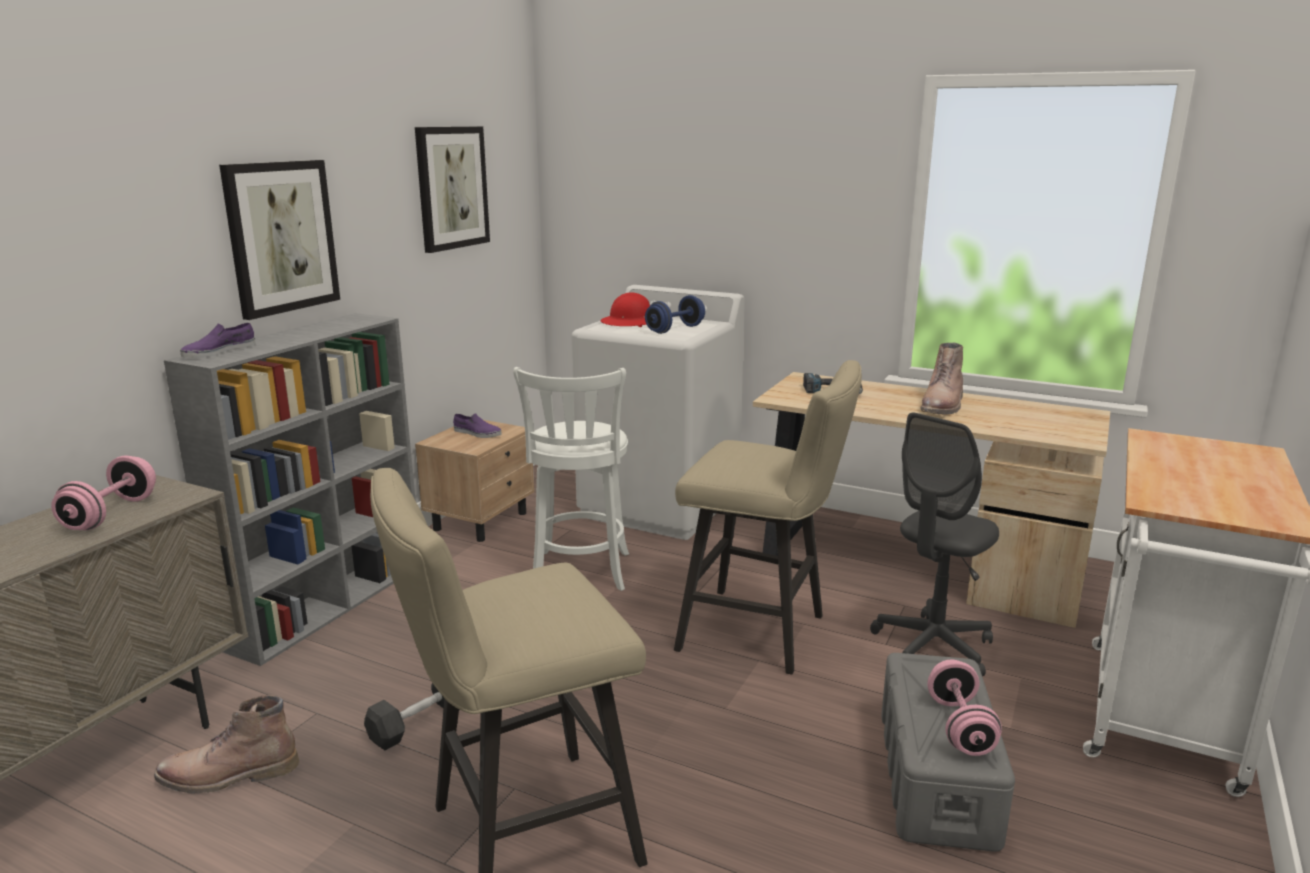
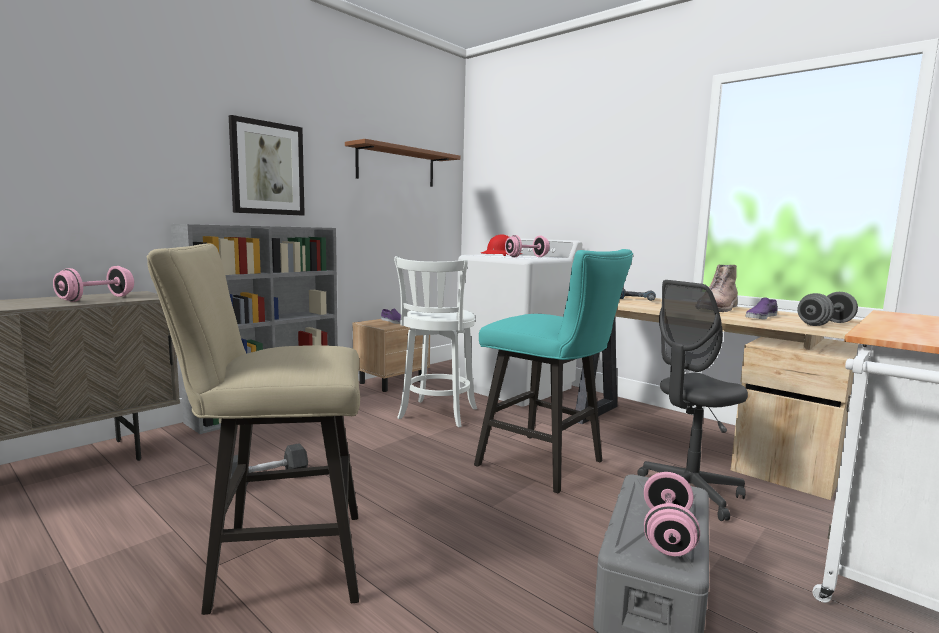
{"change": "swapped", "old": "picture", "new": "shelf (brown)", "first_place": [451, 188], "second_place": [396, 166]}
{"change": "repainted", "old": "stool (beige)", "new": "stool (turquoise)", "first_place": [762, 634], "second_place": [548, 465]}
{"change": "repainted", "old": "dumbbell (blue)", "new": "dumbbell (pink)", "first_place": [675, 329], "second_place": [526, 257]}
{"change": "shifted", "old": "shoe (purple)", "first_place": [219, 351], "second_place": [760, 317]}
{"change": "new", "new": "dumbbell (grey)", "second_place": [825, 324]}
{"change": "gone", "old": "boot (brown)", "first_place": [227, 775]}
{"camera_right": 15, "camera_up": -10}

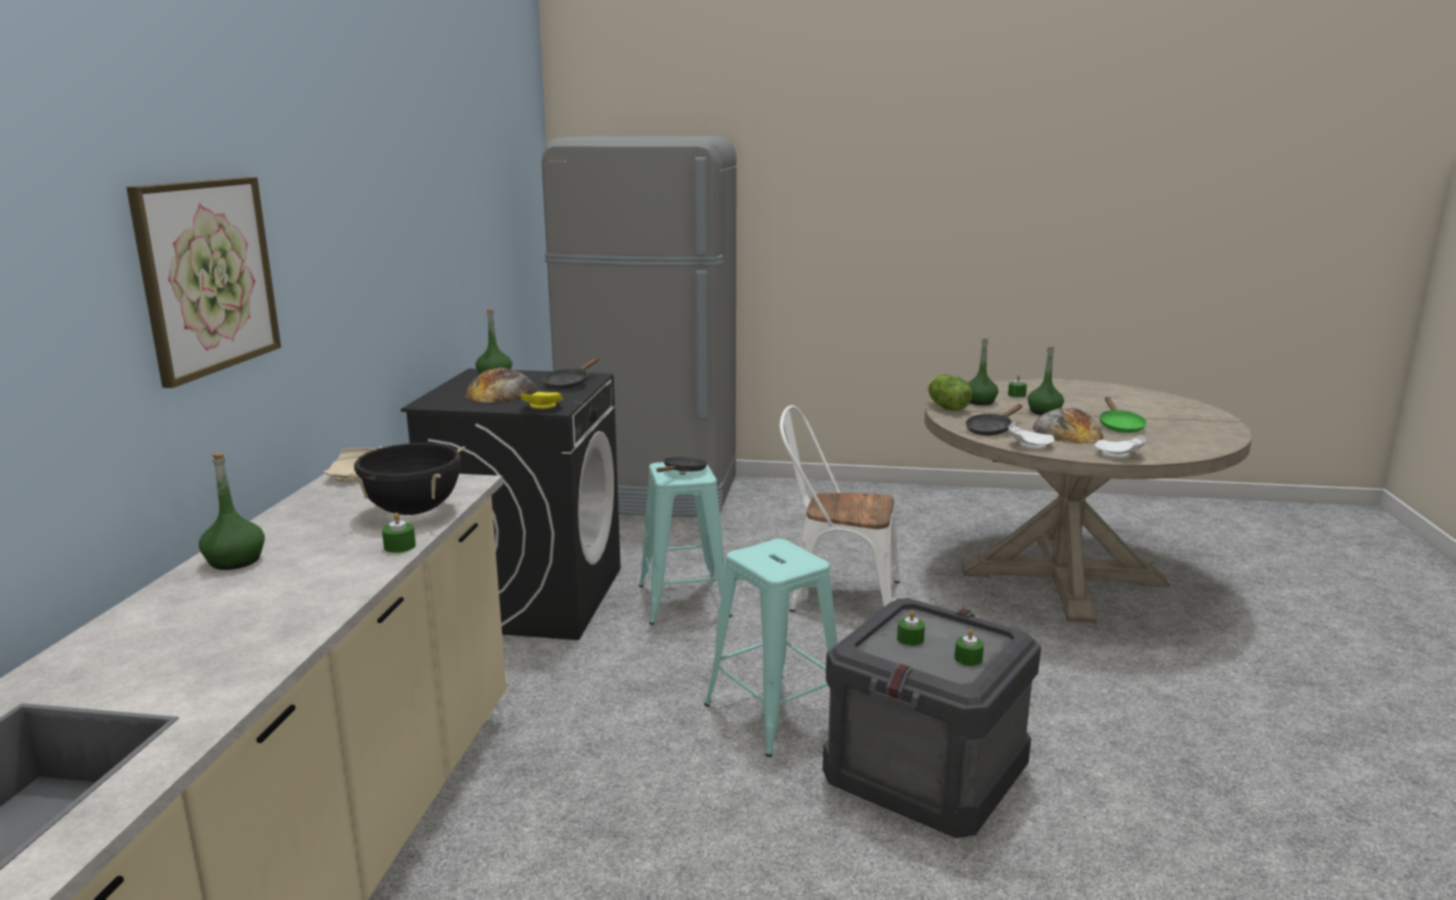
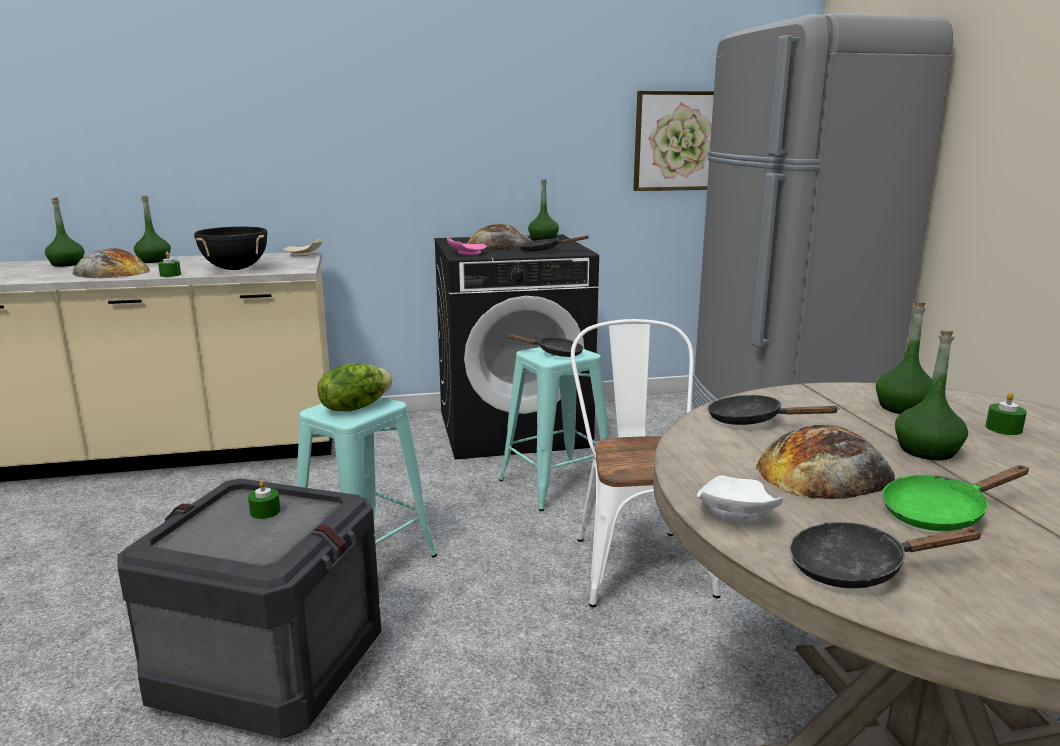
{"change": "new", "new": "bottle (green)", "second_place": [66, 264]}
{"change": "new", "new": "bread", "second_place": [111, 271]}
{"change": "shifted", "old": "lettuce", "first_place": [946, 408], "second_place": [355, 407]}
{"change": "repainted", "old": "plate (yellow)", "new": "plate (pink)", "first_place": [542, 407], "second_place": [466, 253]}
{"change": "shifted", "old": "picture", "first_place": [207, 276], "second_place": [679, 141]}
{"change": "new", "new": "frying pan (black)", "second_place": [857, 569]}
{"change": "gone", "old": "candle (green)", "first_place": [968, 658]}
{"change": "gone", "old": "plate (white)", "first_place": [1029, 445]}
{"camera_right": 70, "camera_up": 0}

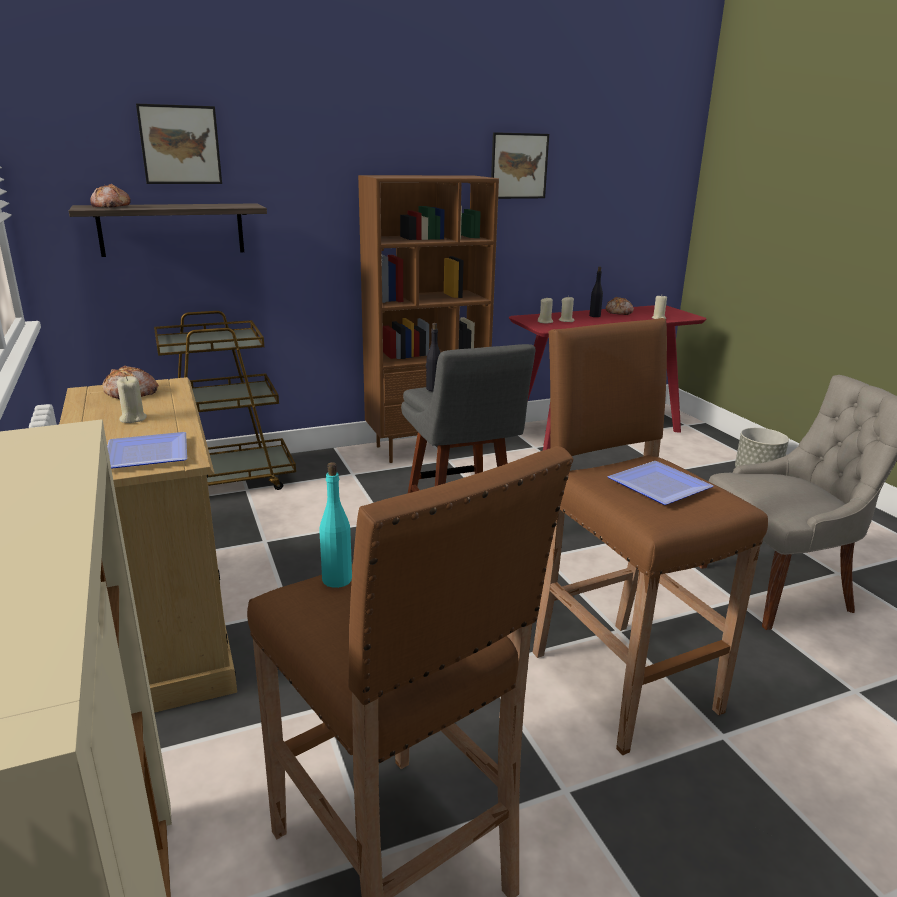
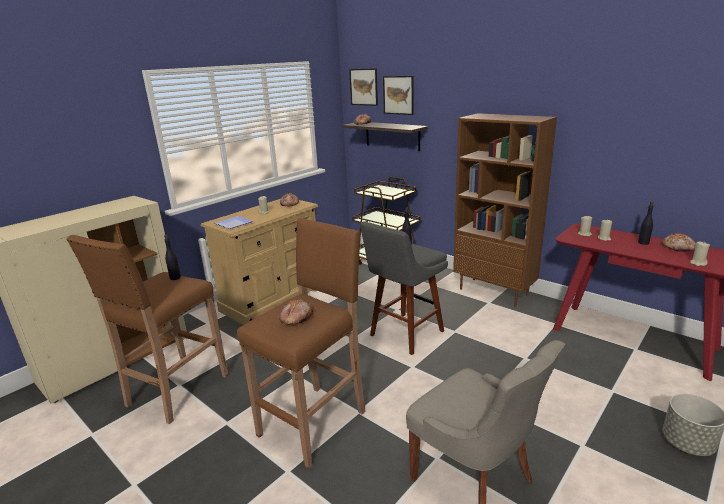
{"change": "repainted", "old": "bottle (turquoise)", "new": "bottle (black)", "first_place": [337, 579], "second_place": [175, 278]}
{"change": "swapped", "old": "plate", "new": "bread", "first_place": [659, 488], "second_place": [296, 317]}
{"change": "shifted", "old": "picture", "first_place": [519, 166], "second_place": [364, 87]}
{"camera_right": 65, "camera_up": 0}

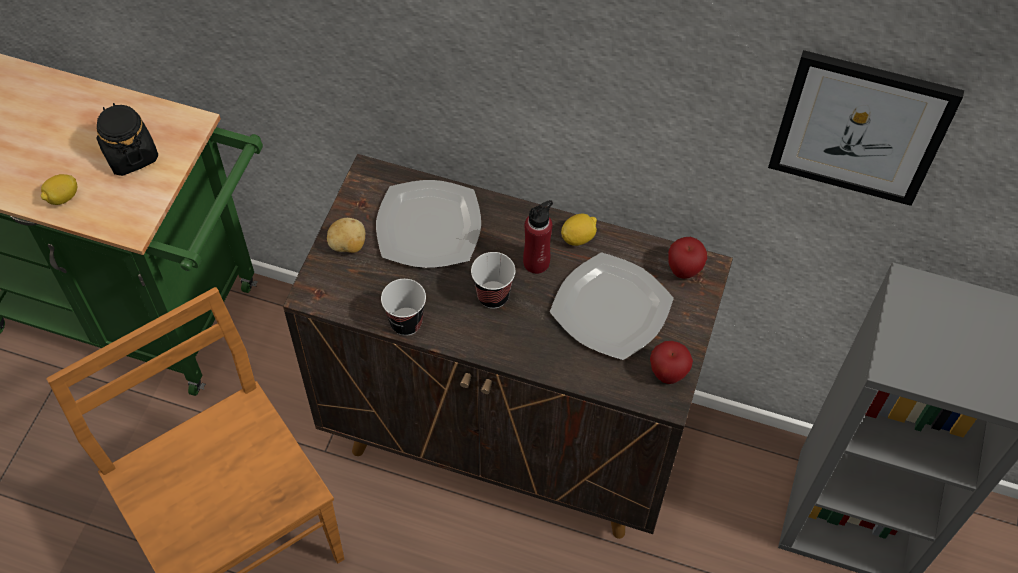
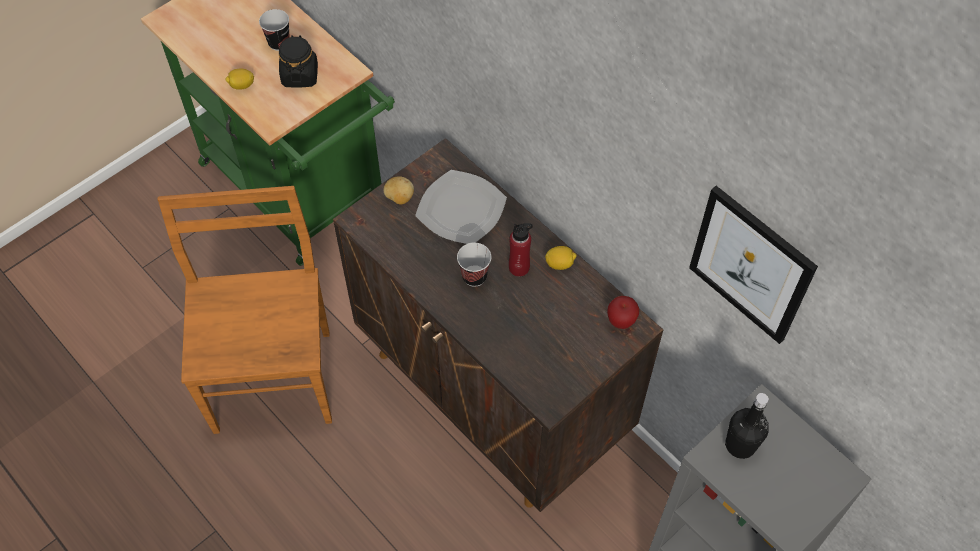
{"change": "shifted", "old": "cup", "first_place": [406, 322], "second_place": [279, 43]}
{"change": "new", "new": "bottle (black)", "second_place": [740, 445]}
{"change": "gone", "old": "plate", "first_place": [610, 307]}
{"change": "gone", "old": "apple", "first_place": [667, 373]}
{"camera_right": 30, "camera_up": 0}

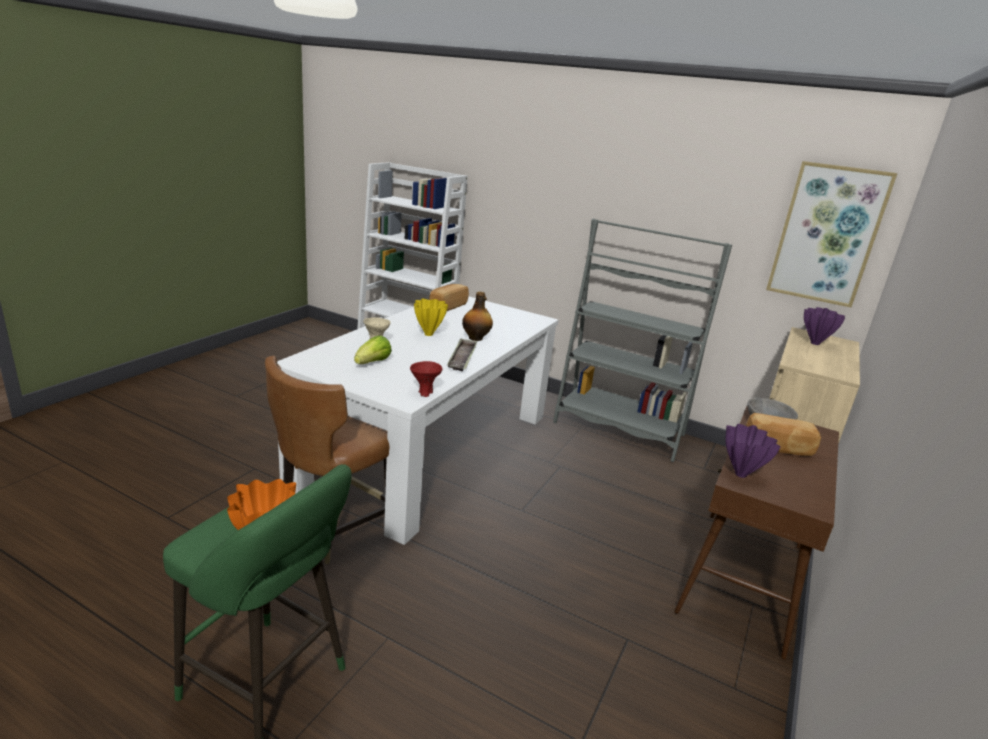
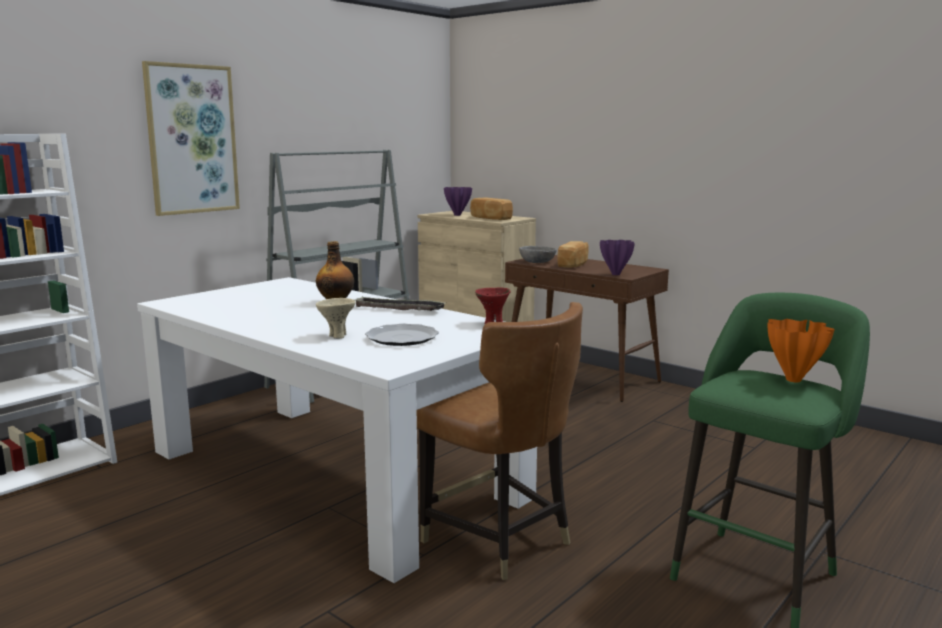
{"change": "shifted", "old": "picture", "first_place": [827, 234], "second_place": [192, 139]}
{"change": "swapped", "old": "lettuce", "new": "plate", "first_place": [373, 363], "second_place": [402, 338]}
{"change": "shifted", "old": "bread", "first_place": [447, 306], "second_place": [490, 218]}
{"change": "gone", "old": "vase (yellow)", "first_place": [429, 334]}
{"camera_right": -75, "camera_up": -10}

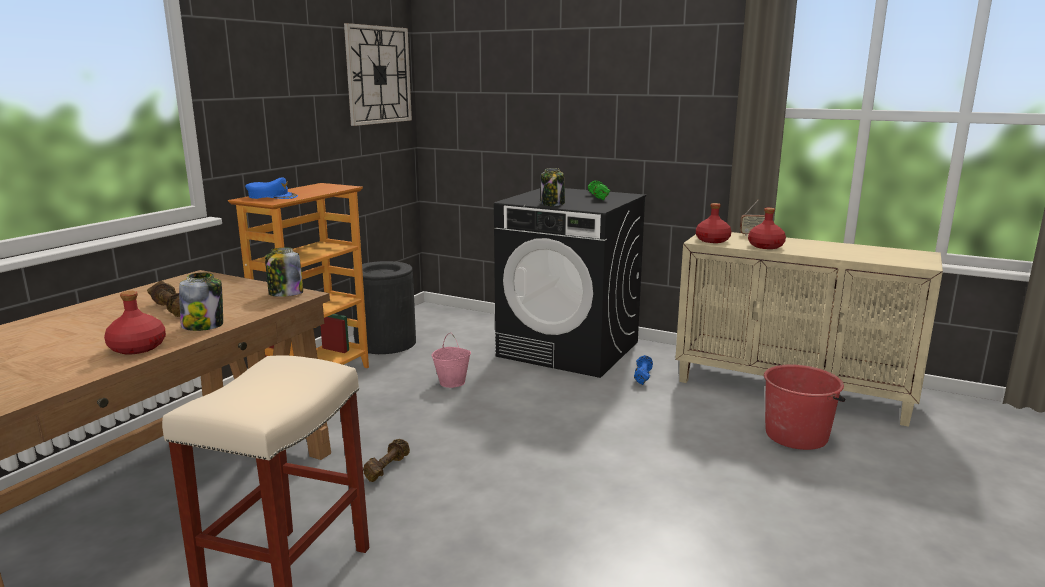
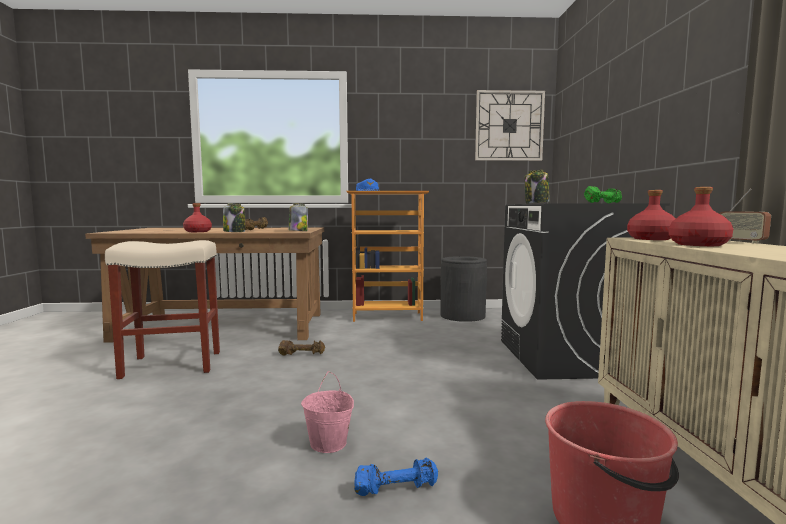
{"change": "shifted", "old": "bucket (pink)", "first_place": [452, 382], "second_place": [329, 444]}
{"change": "shifted", "old": "dumbbell (blue)", "first_place": [642, 376], "second_place": [396, 488]}
{"camera_right": 60, "camera_up": -10}

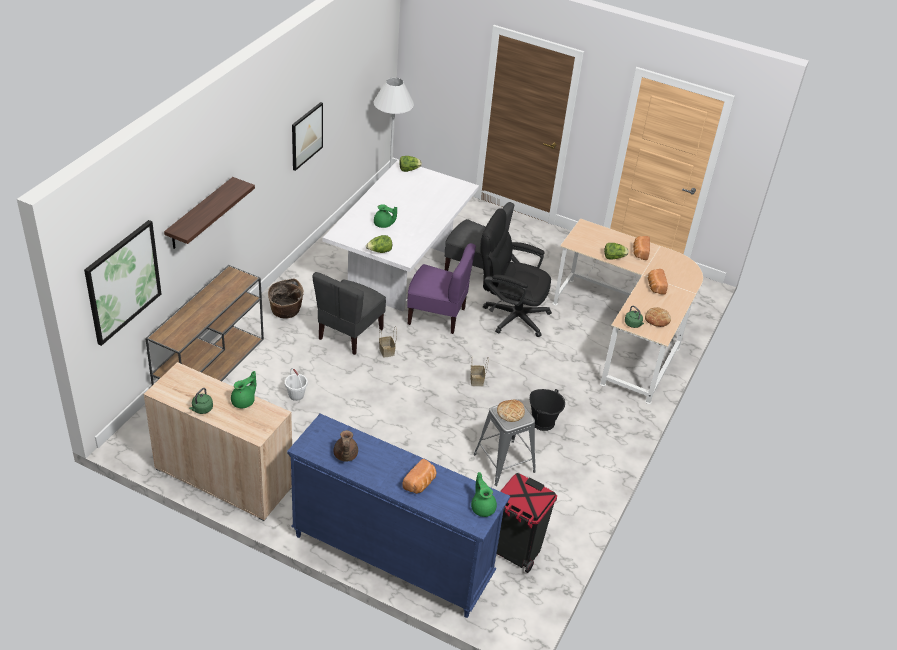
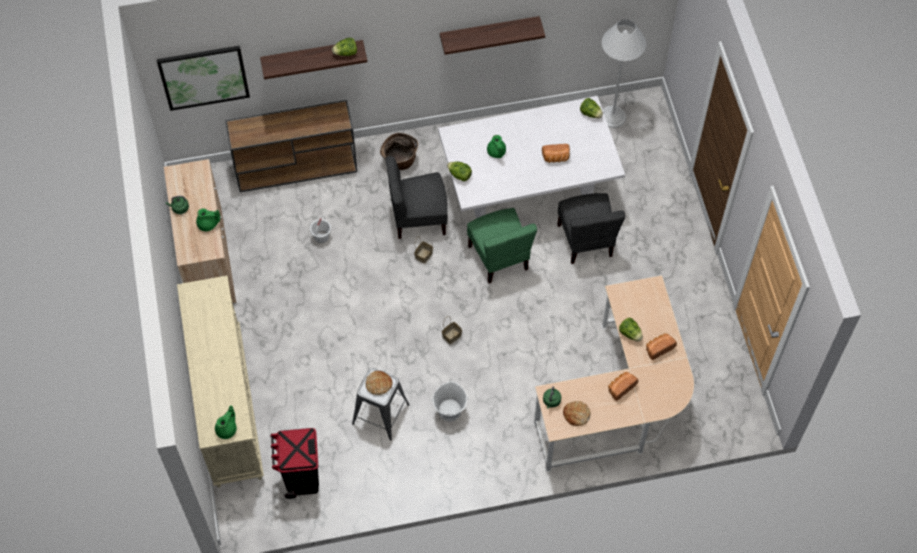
{"change": "repainted", "old": "dresser (blue)", "new": "dresser (beige)", "first_place": [391, 557], "second_place": [228, 406]}
{"change": "new", "new": "lettuce", "second_place": [345, 53]}
{"change": "repainted", "old": "bucket (black)", "new": "bucket (white)", "first_place": [543, 422], "second_place": [450, 411]}
{"change": "swapped", "old": "picture", "new": "shelf", "first_place": [306, 135], "second_place": [489, 32]}
{"change": "repainted", "old": "chair (purple)", "new": "chair (green)", "first_place": [437, 316], "second_place": [499, 258]}
{"change": "shifted", "old": "bread", "first_place": [420, 484], "second_place": [555, 158]}
{"change": "gone", "old": "teapot (brown)", "first_place": [345, 456]}
{"change": "gone", "old": "office chair (black)", "first_place": [509, 314]}
{"camera_right": 55, "camera_up": 20}

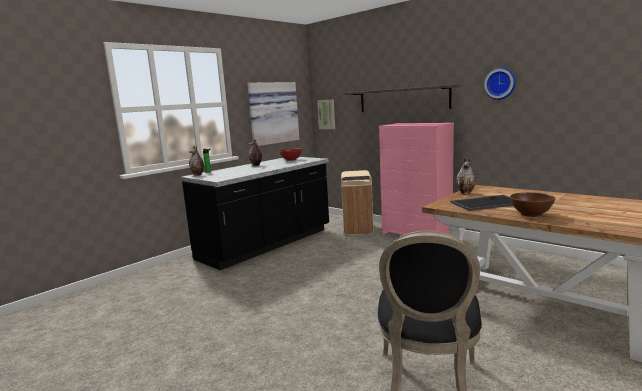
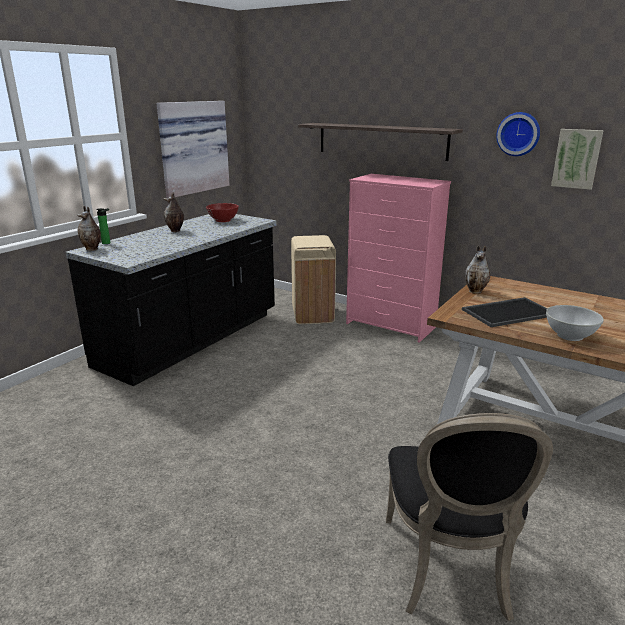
{"change": "repainted", "old": "bowl (brown)", "new": "bowl (white)", "first_place": [530, 214], "second_place": [569, 336]}
{"change": "shifted", "old": "picture", "first_place": [327, 114], "second_place": [576, 158]}
{"camera_right": -10, "camera_up": 10}

